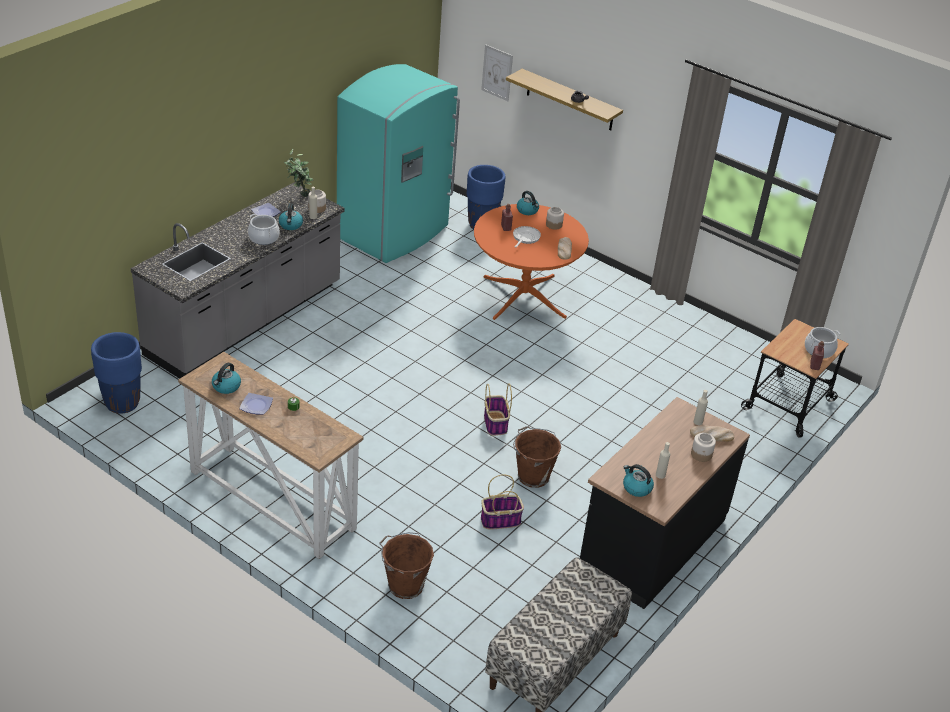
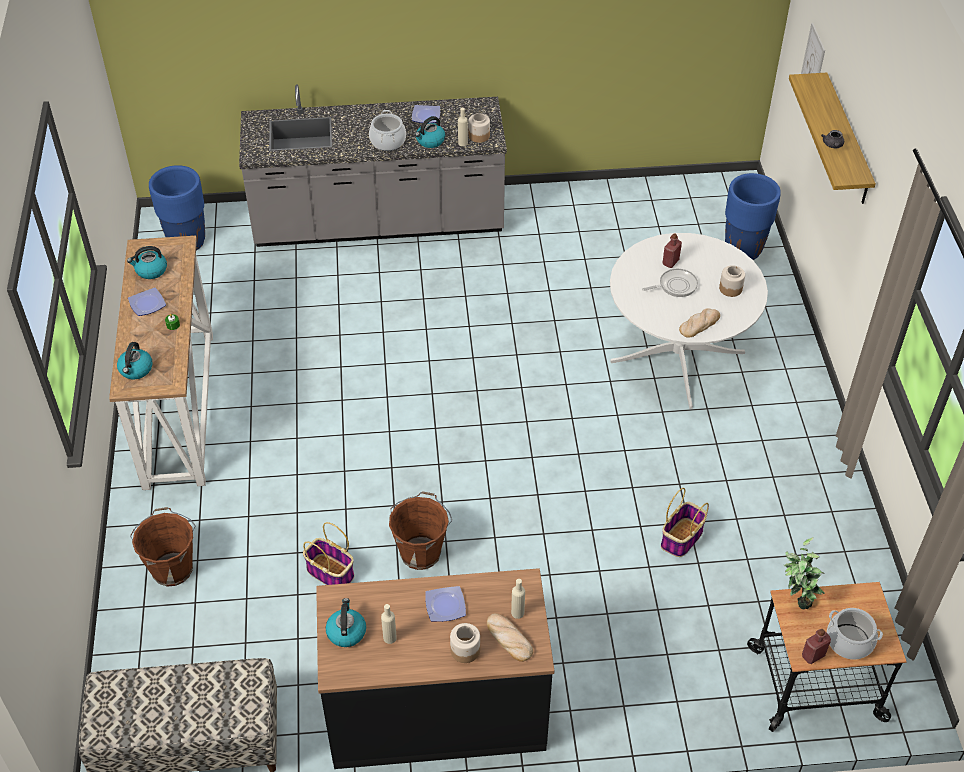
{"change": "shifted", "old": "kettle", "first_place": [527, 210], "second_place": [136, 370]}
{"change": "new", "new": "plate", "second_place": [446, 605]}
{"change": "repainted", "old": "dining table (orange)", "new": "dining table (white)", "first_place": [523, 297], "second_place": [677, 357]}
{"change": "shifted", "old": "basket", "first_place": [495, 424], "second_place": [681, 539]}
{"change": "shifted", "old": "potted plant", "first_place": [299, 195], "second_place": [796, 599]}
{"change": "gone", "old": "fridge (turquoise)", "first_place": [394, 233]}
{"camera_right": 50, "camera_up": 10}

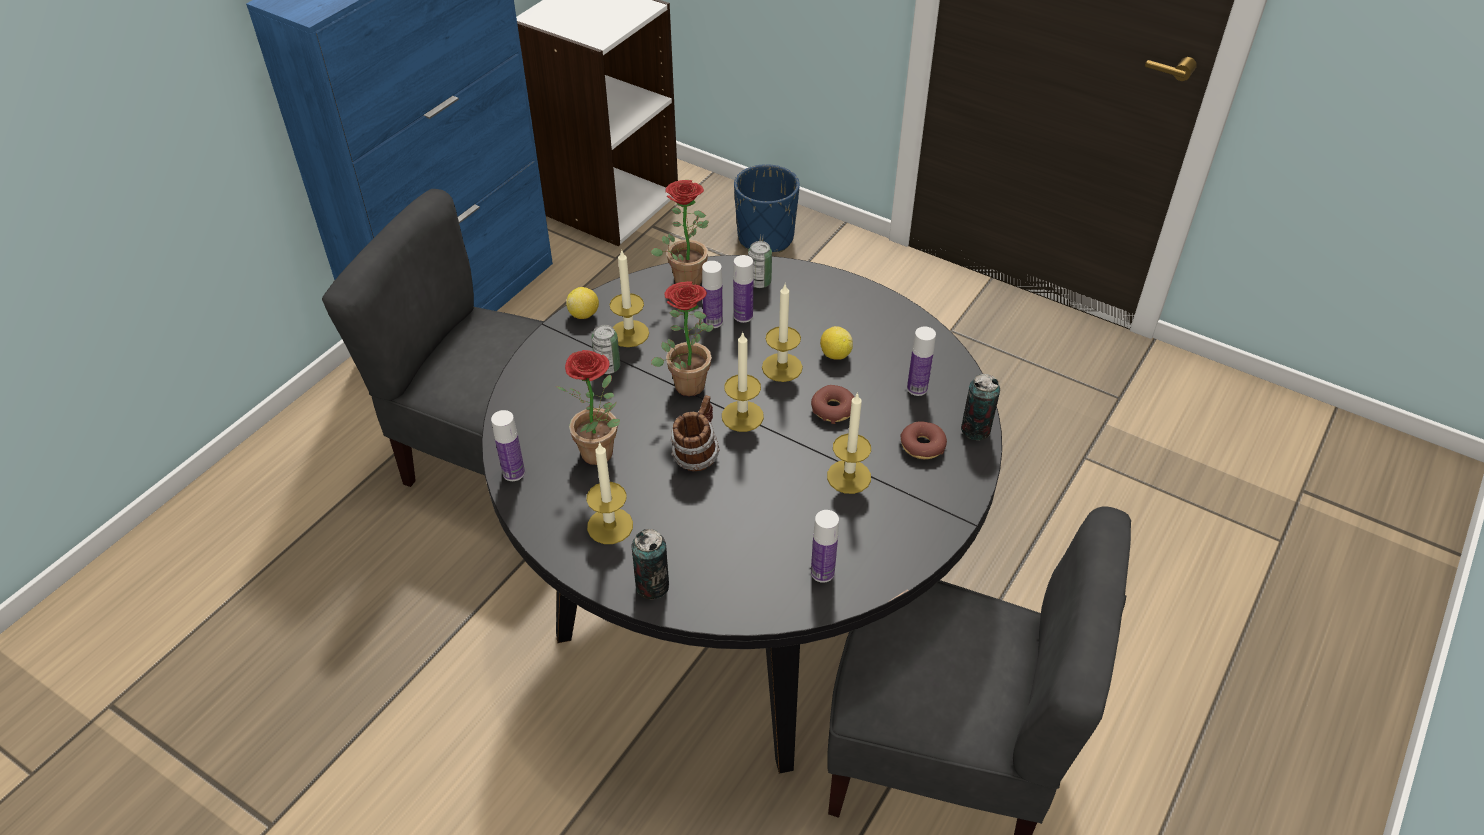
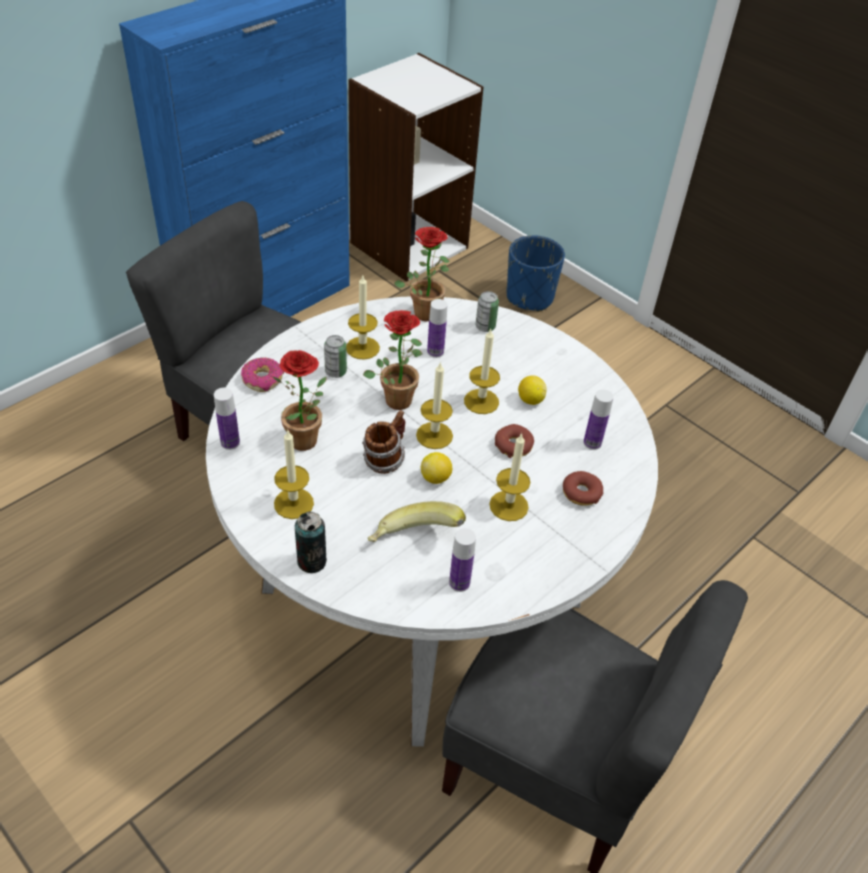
{"change": "repainted", "old": "dining table (black)", "new": "dining table (white)", "first_place": [742, 604], "second_place": [421, 596]}
{"change": "new", "new": "donut", "second_place": [263, 379]}
{"change": "new", "new": "banana", "second_place": [414, 541]}
{"change": "shifted", "old": "lemon", "first_place": [584, 314], "second_place": [436, 478]}
{"change": "gone", "old": "bottle", "first_place": [743, 316]}
{"change": "gone", "old": "can", "first_place": [975, 430]}
{"camera_right": 10, "camera_up": 0}

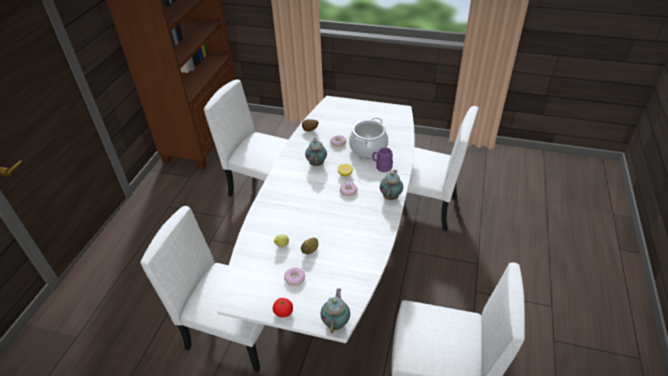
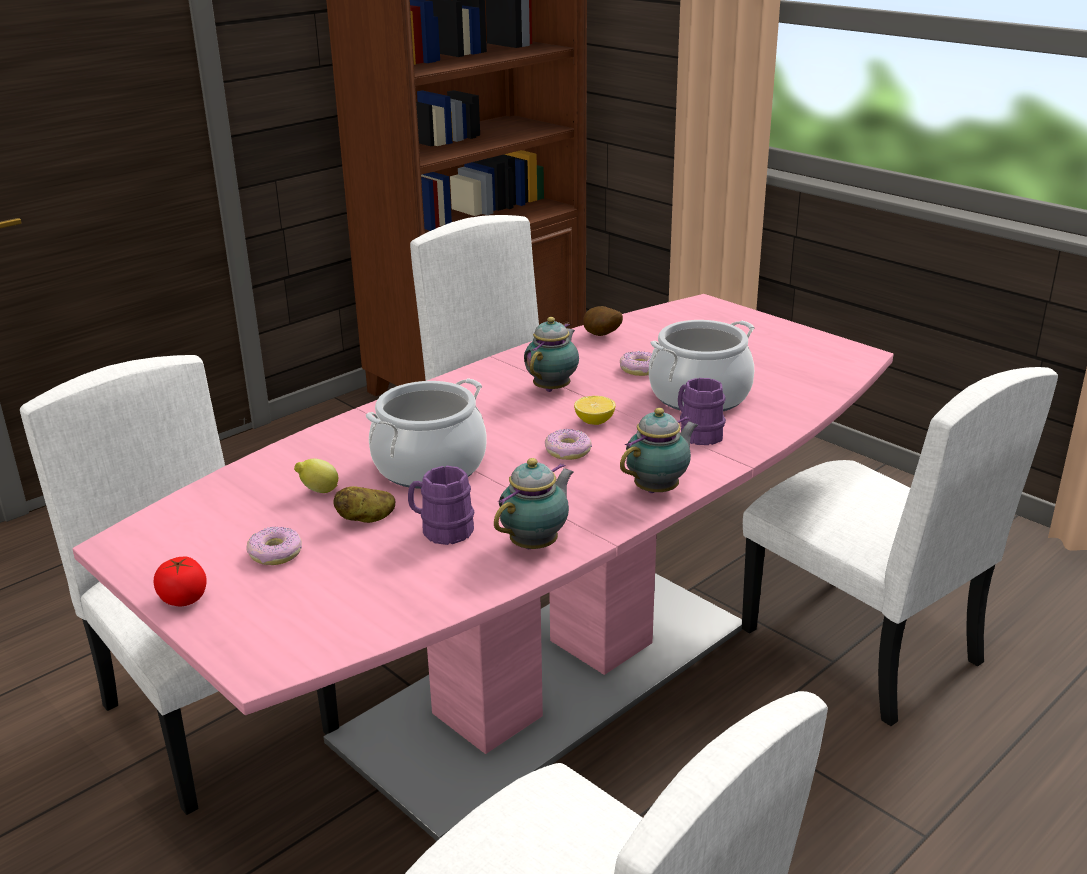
{"change": "repainted", "old": "dining table (white)", "new": "dining table (pink)", "first_place": [336, 263], "second_place": [546, 682]}
{"change": "new", "new": "cooking pot", "second_place": [430, 466]}
{"change": "new", "new": "mug (purple)", "second_place": [441, 530]}
{"change": "shifted", "old": "teapot", "first_place": [336, 322], "second_place": [537, 544]}
{"camera_right": 30, "camera_up": -15}

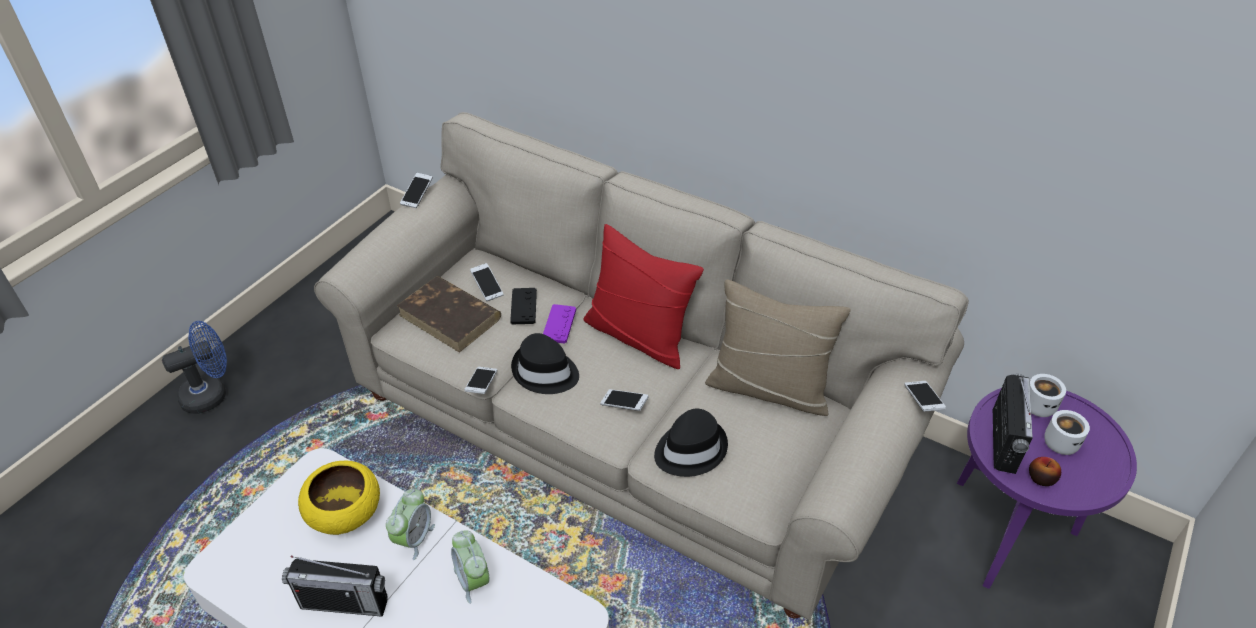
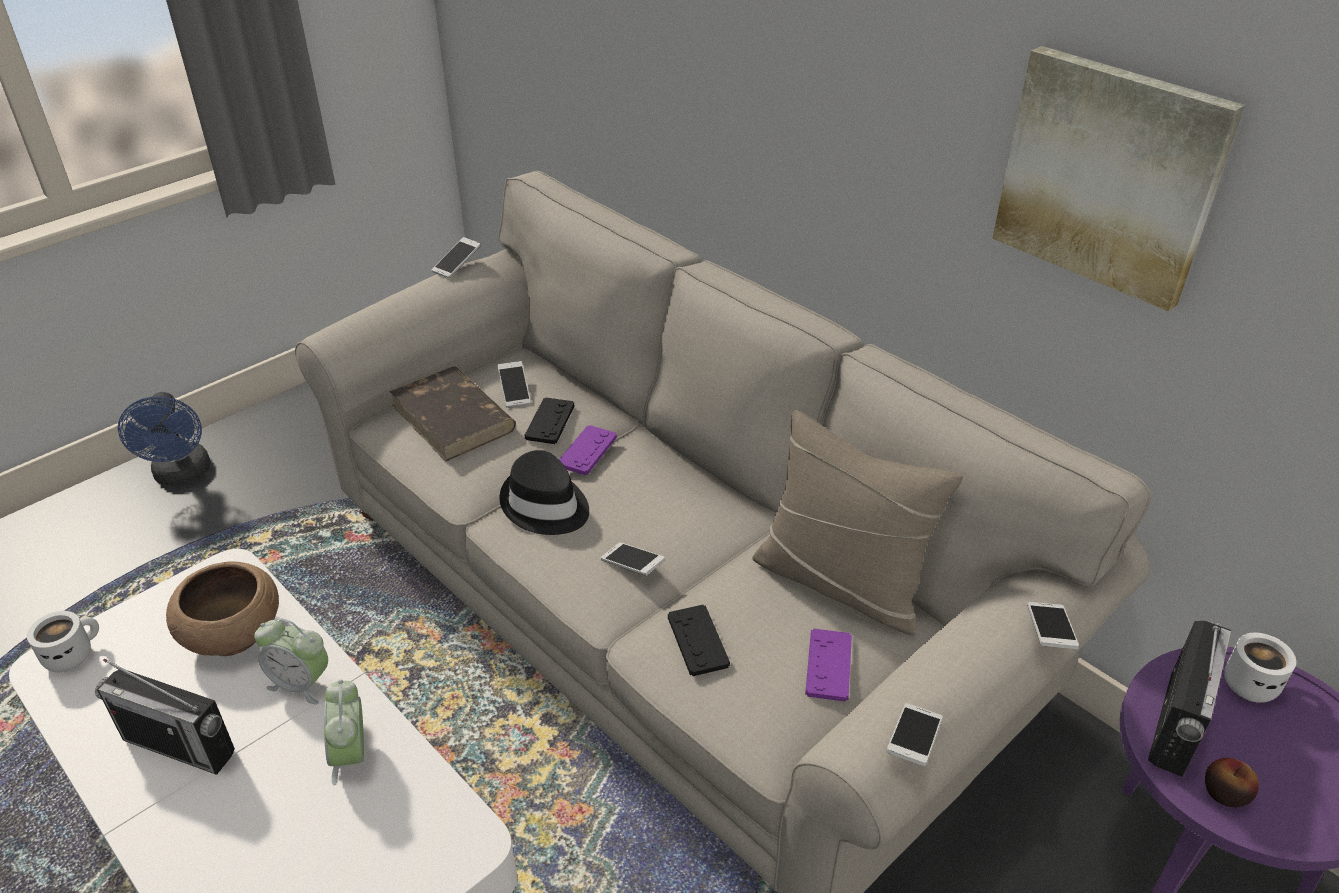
{"change": "shifted", "old": "mug (white)", "first_place": [1059, 440], "second_place": [72, 654]}
{"change": "rotated", "old": "fan (blue)", "first_place": [211, 393], "second_place": [182, 475], "degrees": 90}
{"change": "repainted", "old": "bowl (yellow)", "new": "bowl (brown)", "first_place": [346, 512], "second_place": [234, 633]}
{"change": "rotated", "old": "alarm clock", "first_place": [414, 538], "second_place": [301, 683], "degrees": 75}
{"change": "swapped", "old": "hat (black)", "new": "game controller (black)", "first_place": [689, 449], "second_place": [698, 641]}
{"change": "new", "new": "game controller (purple)", "second_place": [828, 666]}
{"change": "shifted", "old": "phone", "first_place": [482, 384], "second_place": [913, 742]}
{"change": "new", "new": "picture", "second_place": [1110, 175]}
{"change": "gone", "old": "pillow (red)", "first_place": [639, 336]}
{"camera_right": 15, "camera_up": -5}

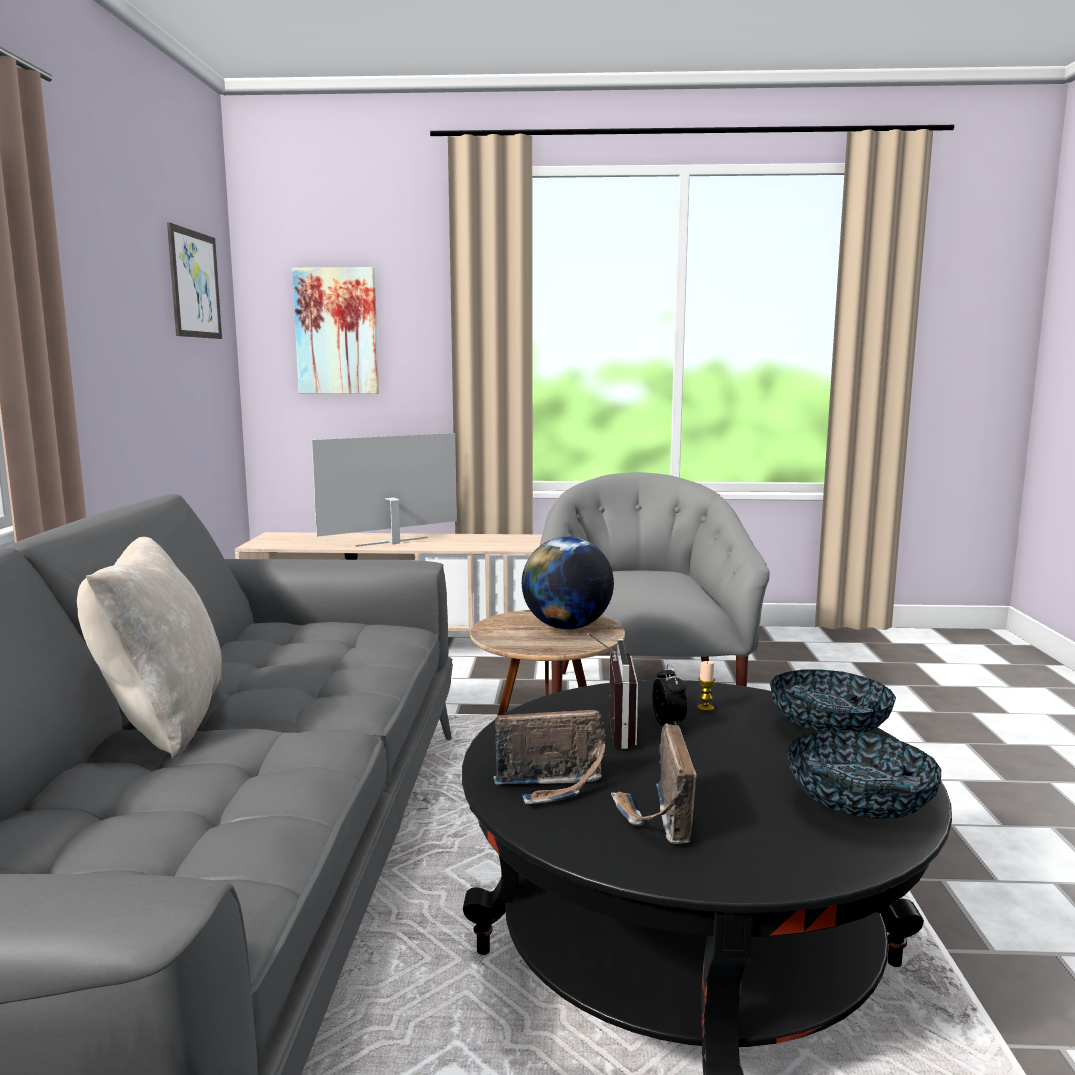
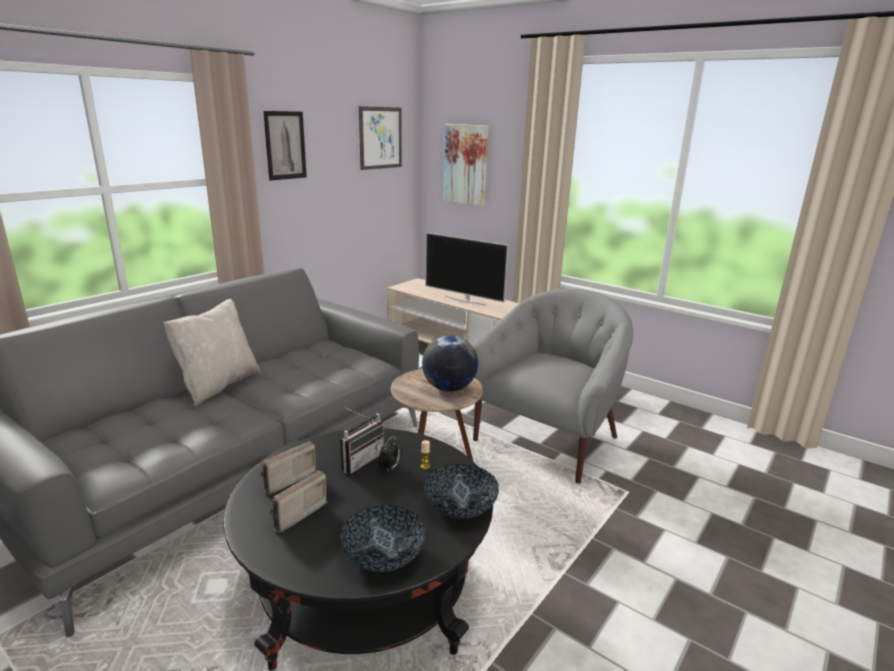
{"change": "rotated", "old": "radio", "first_place": [554, 787], "second_place": [285, 479], "degrees": 105}
{"change": "new", "new": "picture", "second_place": [285, 145]}
{"change": "rotated", "old": "television", "first_place": [393, 542], "second_place": [465, 300], "degrees": -150}
{"camera_right": 35, "camera_up": 10}

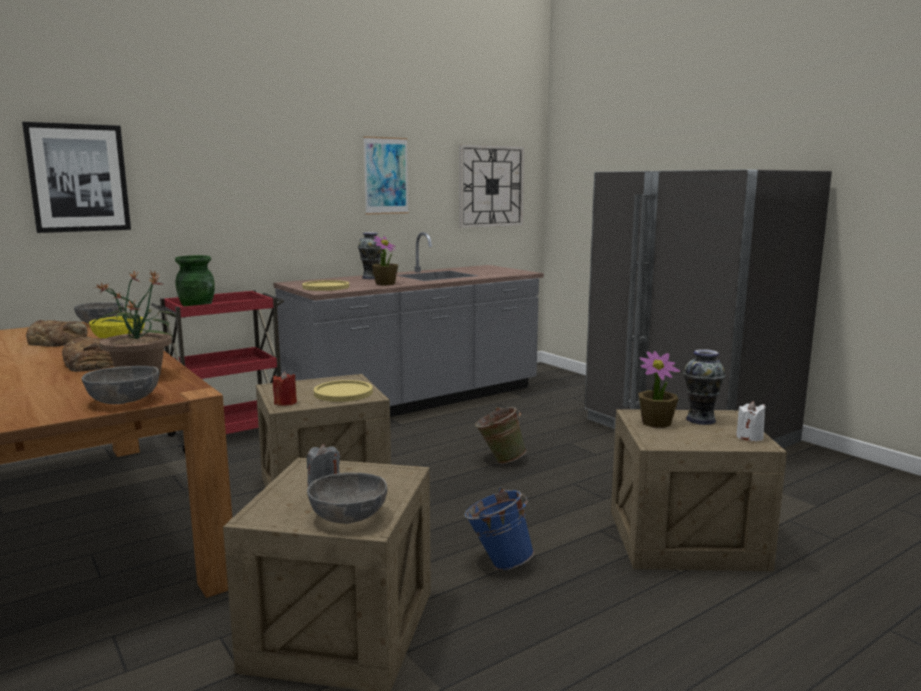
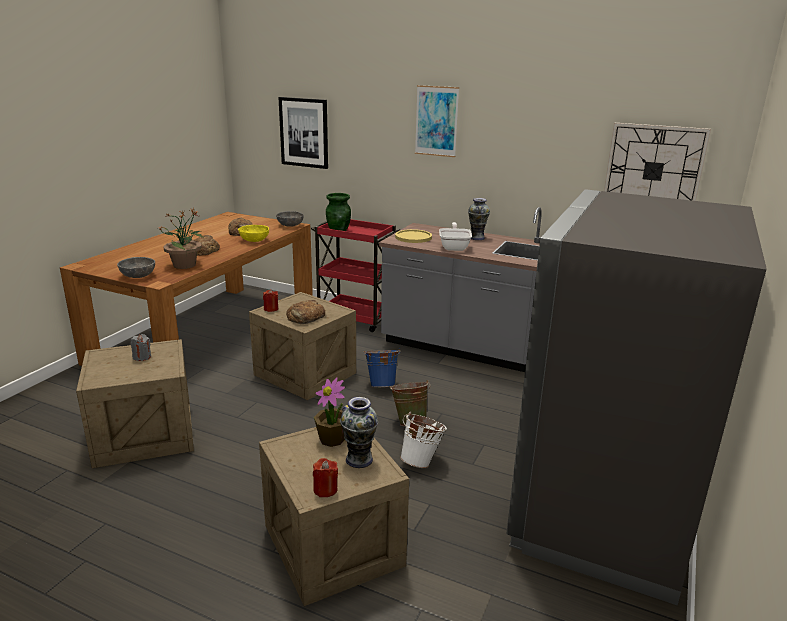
{"change": "swapped", "old": "plate (yellow)", "new": "bread", "first_place": [343, 393], "second_place": [305, 317]}
{"change": "repainted", "old": "candle (white)", "new": "candle (red)", "first_place": [749, 437], "second_place": [325, 489]}
{"change": "shifted", "old": "bucket (blue)", "first_place": [498, 563], "second_place": [382, 385]}
{"change": "new", "new": "bucket (white)", "second_place": [422, 461]}
{"change": "shifted", "old": "picture", "first_place": [386, 176], "second_place": [436, 121]}
{"change": "swapped", "old": "potted plant", "new": "frying pan", "first_place": [385, 284], "second_place": [454, 247]}
{"change": "gone", "old": "bowl (grey)", "first_place": [348, 516]}
{"camera_right": 60, "camera_up": 10}

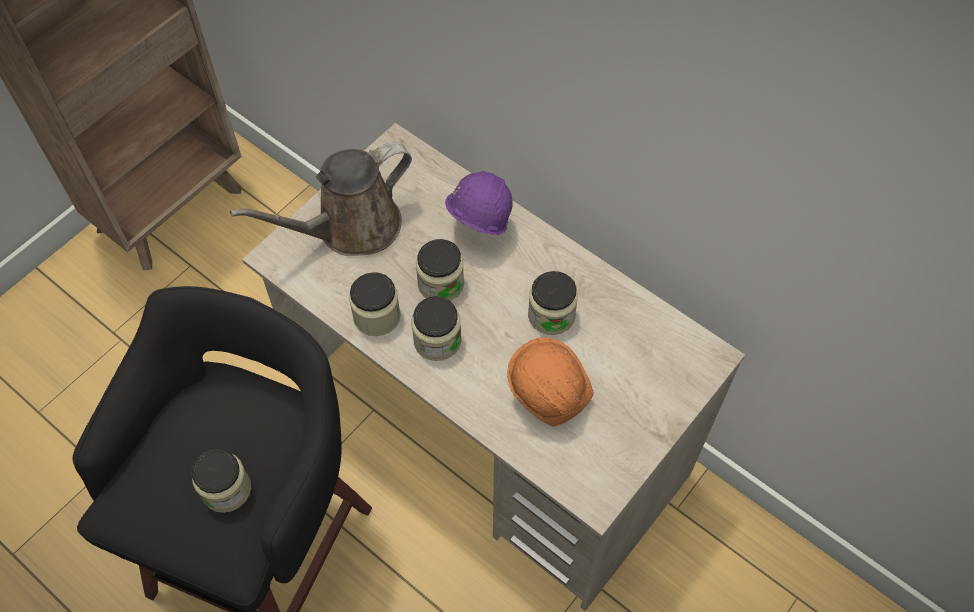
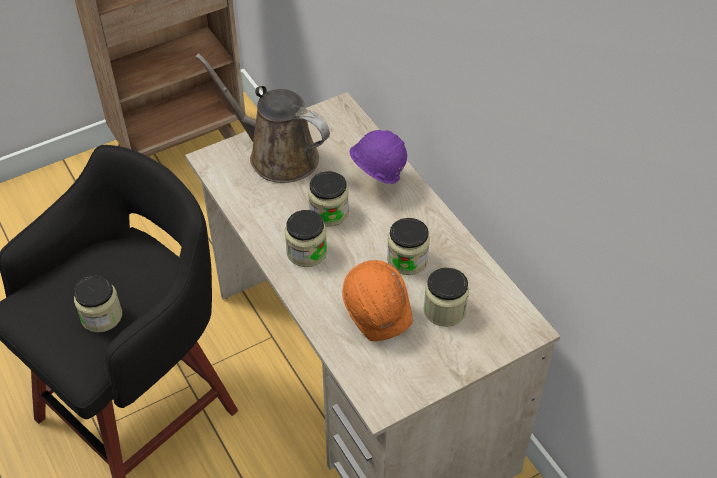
{"change": "rotated", "old": "watering can (brown)", "first_place": [351, 228], "second_place": [277, 155], "degrees": 45}
{"change": "shifted", "old": "jar", "first_place": [377, 316], "second_place": [444, 310]}
{"camera_right": 20, "camera_up": -10}

